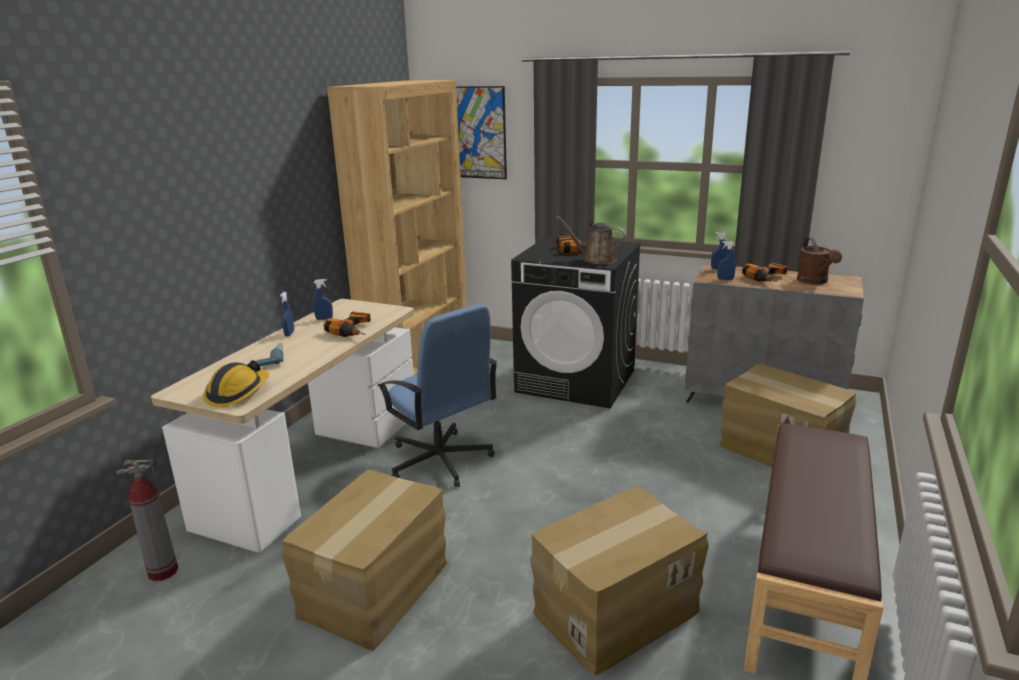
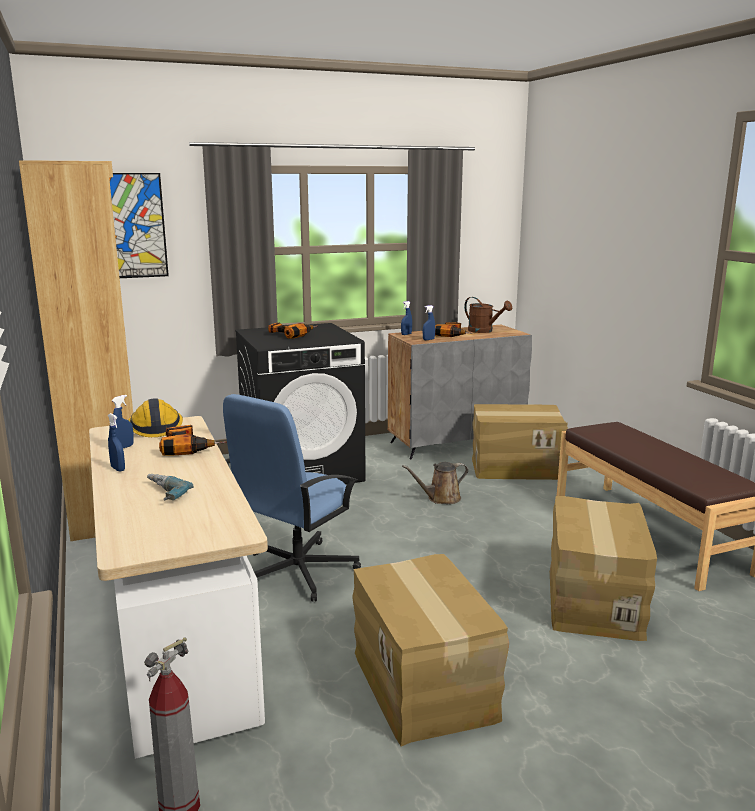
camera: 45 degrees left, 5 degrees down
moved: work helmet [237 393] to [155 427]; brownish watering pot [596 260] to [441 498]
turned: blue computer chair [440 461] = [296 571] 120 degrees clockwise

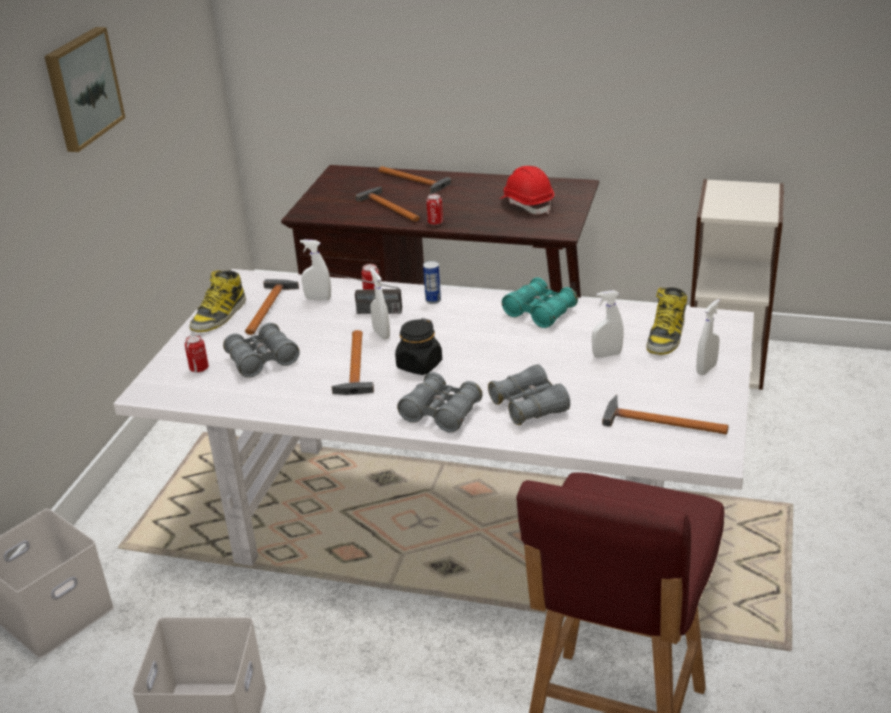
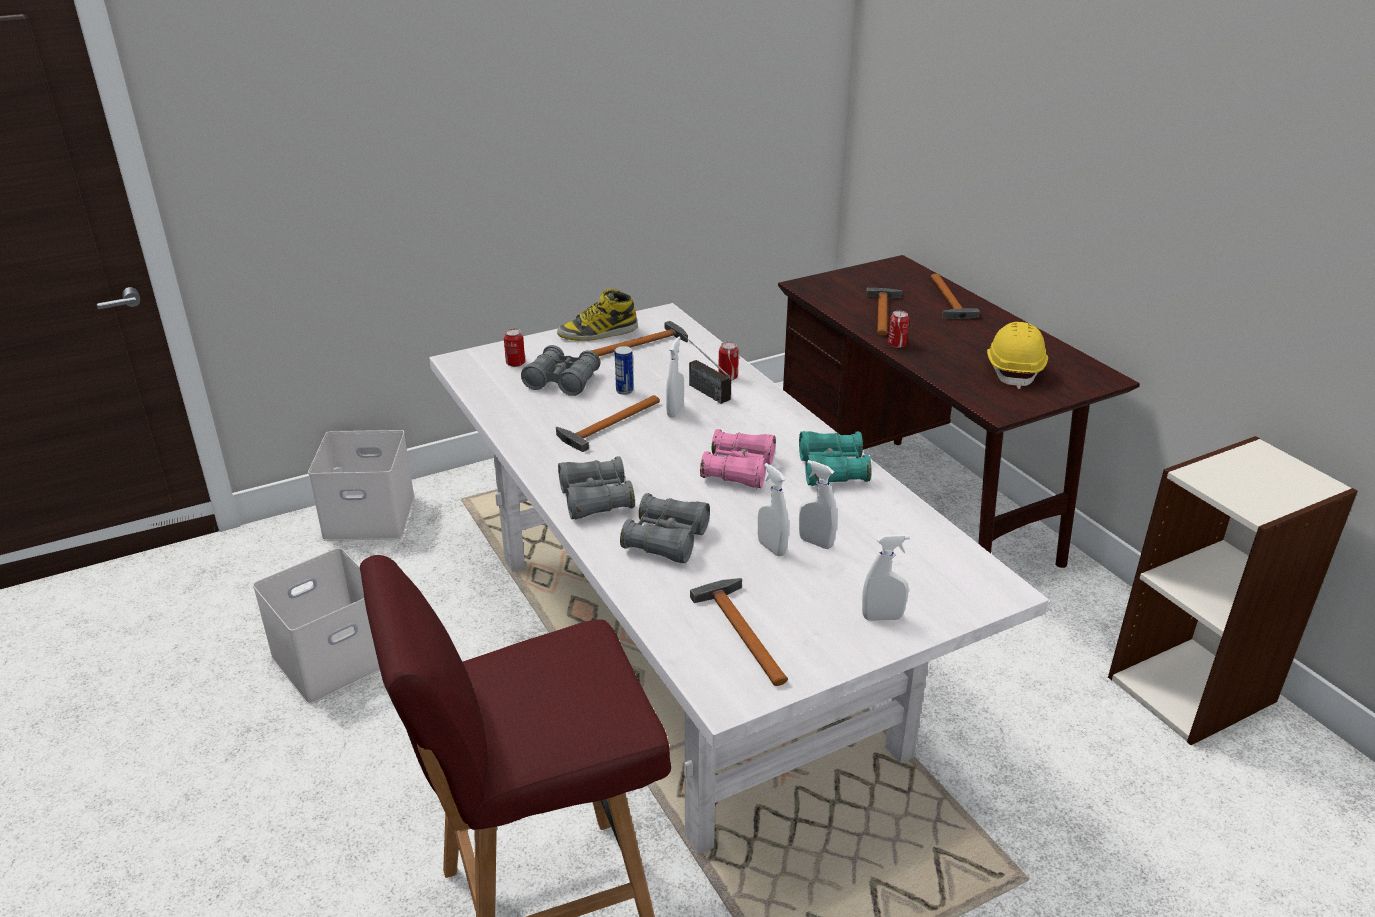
camera: 45 degrees right, 0 degrees up
removed: wall picture [81 88]; black-coloured storage jar [419 365]; tall boot [666 336]
added: pink-coloured field glasses [738 470]
moved: white-coloured sprayer [318 299] to [771 548]; sealed can [433 300] to [624 391]
recoloured: red-coloured work helmet [527 204] to yellow work helmet [1014 370]

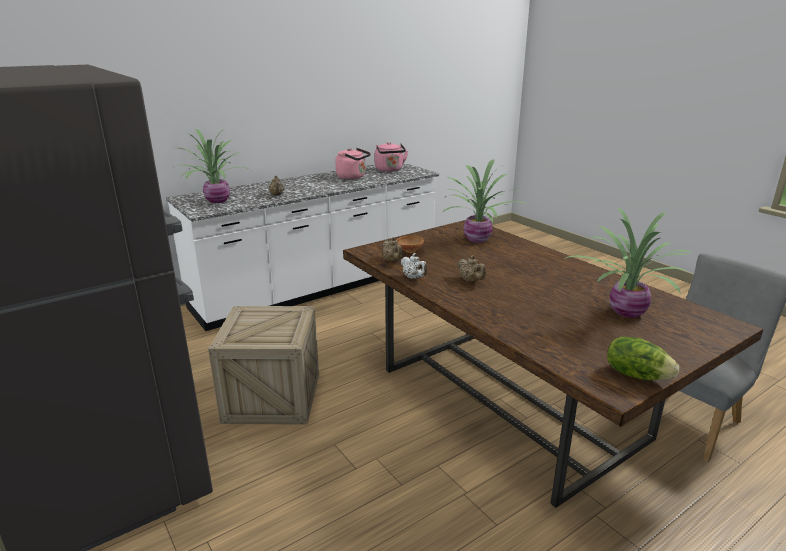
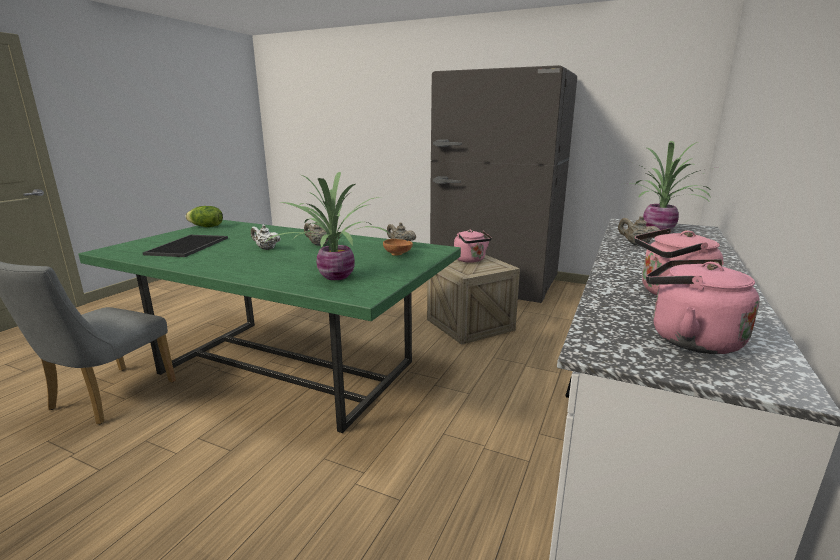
camera: 150 degrees right, 5 degrees down
added: pink-coloured water kettle [471 260]
moved: white-coloured tea pot [414 278] to [266 248]
replaced: potted plant [625 311] to tray [189 246]
recoloured: brownish dinner table [510 403] to greenish dinner table [285 367]

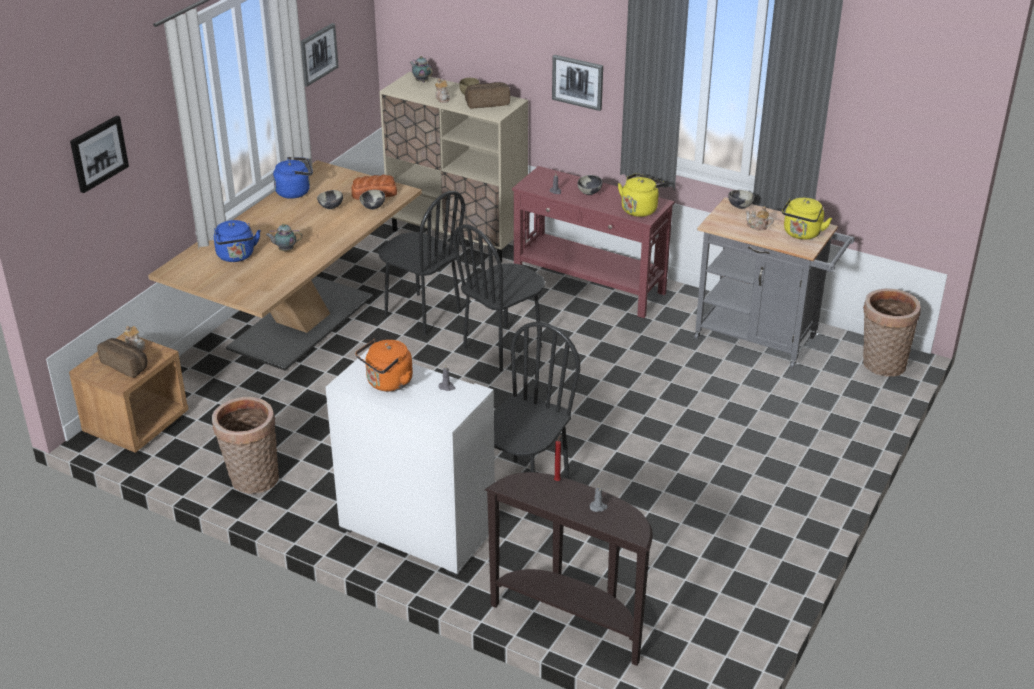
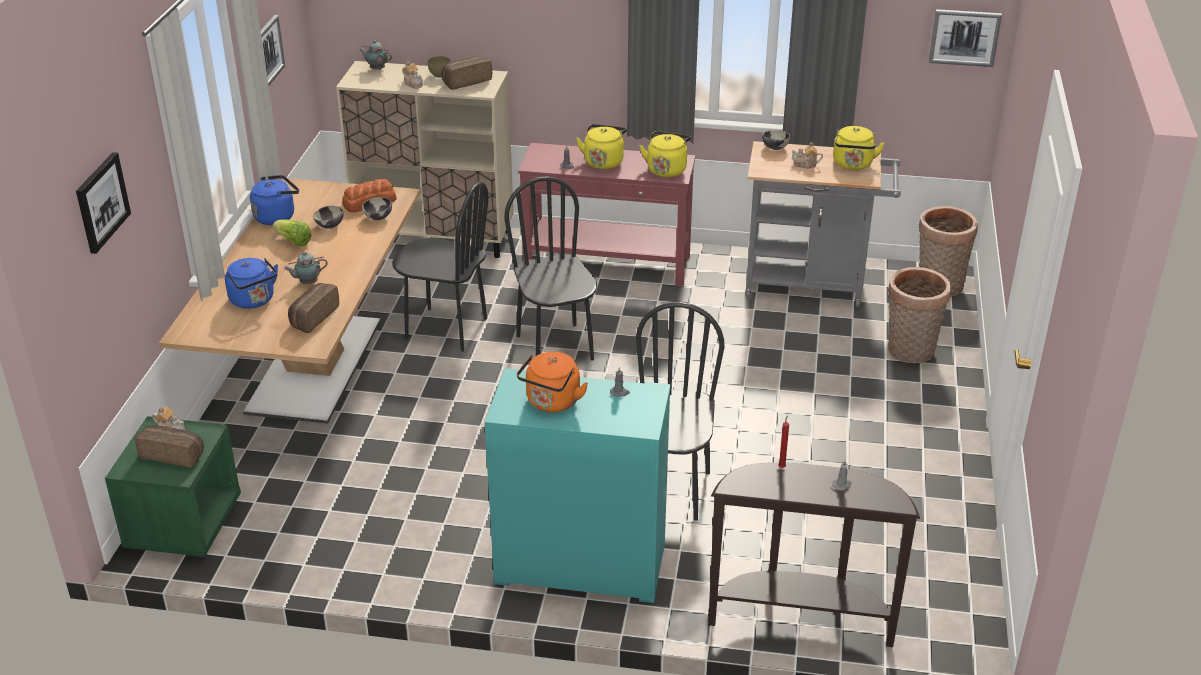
camera: 20 degrees left, 0 degrees up
added: lettuce head [293 241]; bakery bread [312 317]
moved: storage basket [252 481] to [910 352]; wall picture [578 82] to [964 37]
replaced: serving bowl [589 193] to yellow water kettle [604 161]
recoloured: brownish nightstand [136 424] to greenish nightstand [184 524]; white-coloured cupboard [415 530] to blue-green cupboard [579 565]
turned: black-coloured upright chair [502 348] = [555 347] 135 degrees clockwise

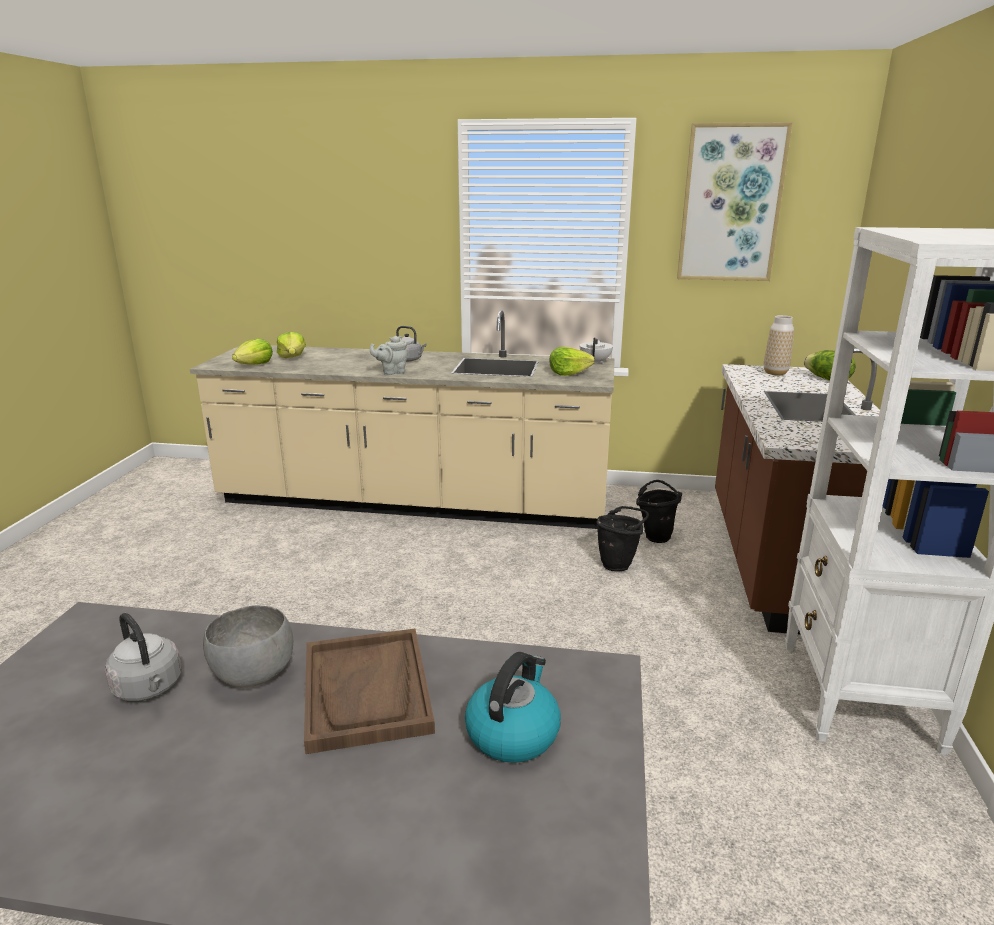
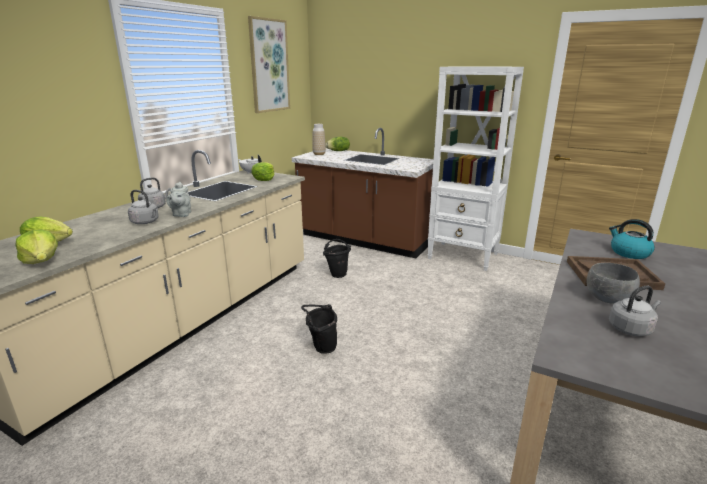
camera: 70 degrees left, 0 degrees up
added: greyish water kettle [146 222]
moved: black-coloured pail [655 536] to [321 348]

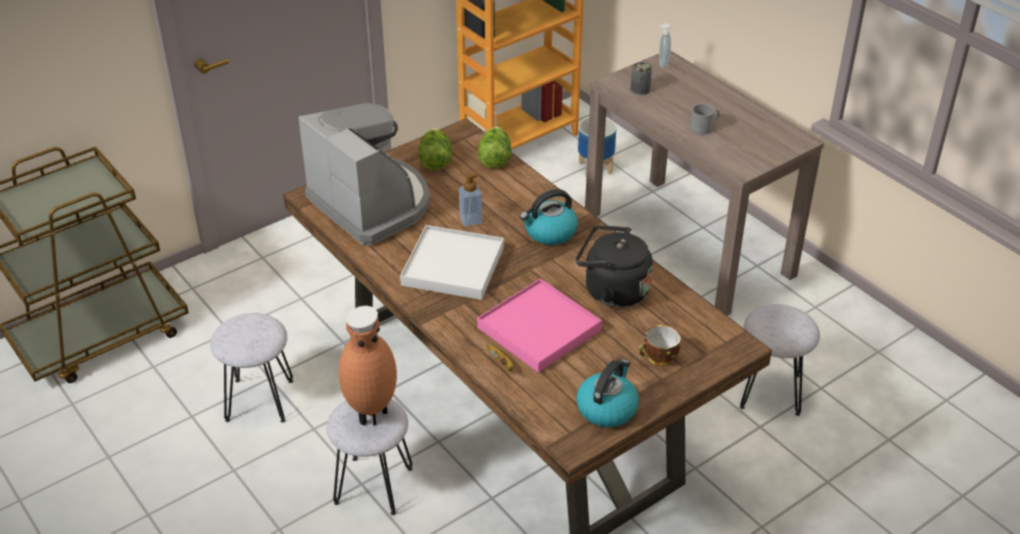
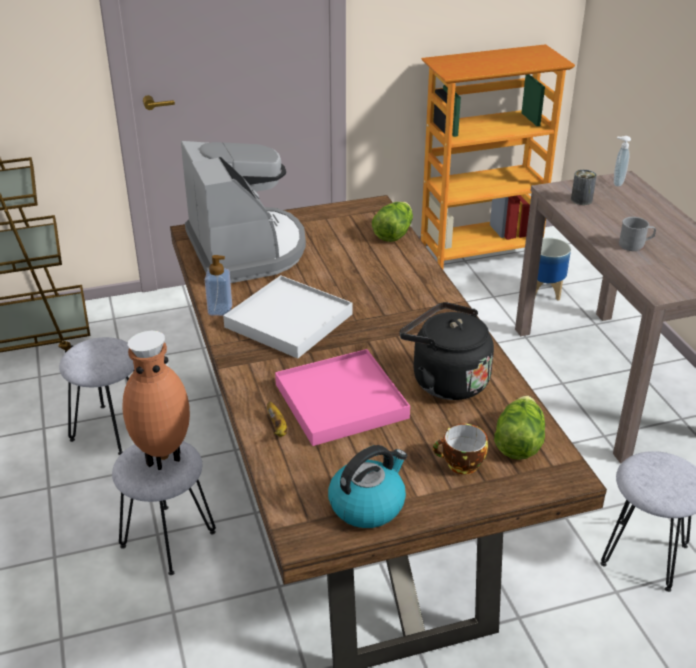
camera: 20 degrees right, 5 degrees down
removed: water kettle [549 232]
moved: lettuce head [435 160] to [518 442]; soap bottle [470 220] to [220 310]

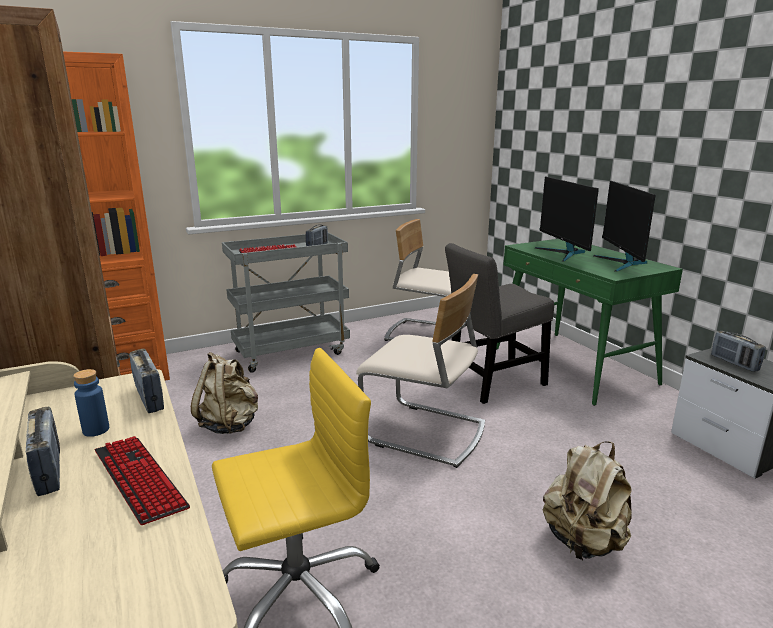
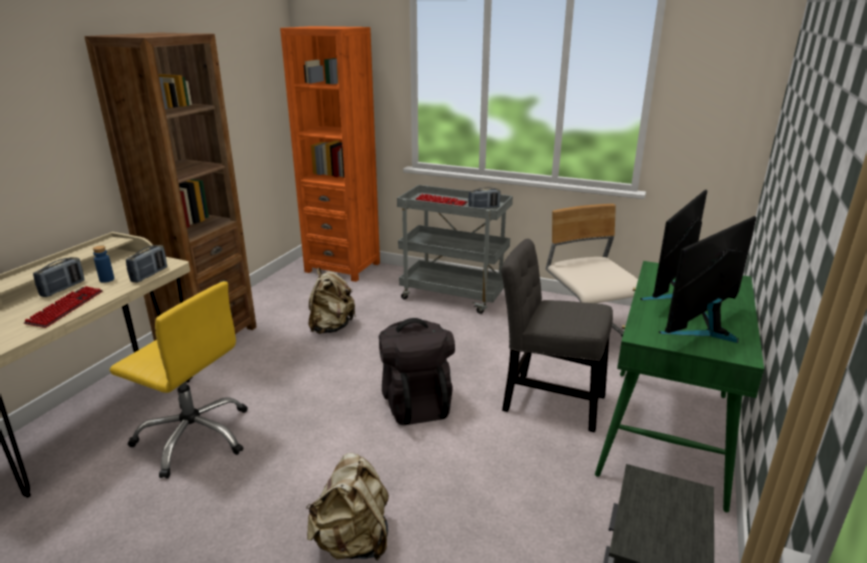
camera: 50 degrees right, 5 degrees up
removed: radio [734 363]
replaced: beige upright chair [424 433] to black-coloured backpack [416 402]

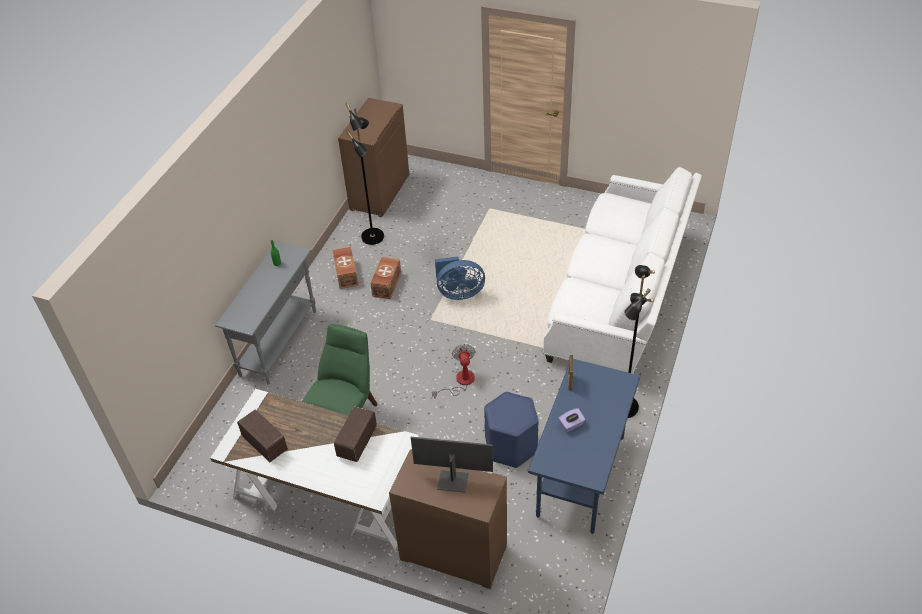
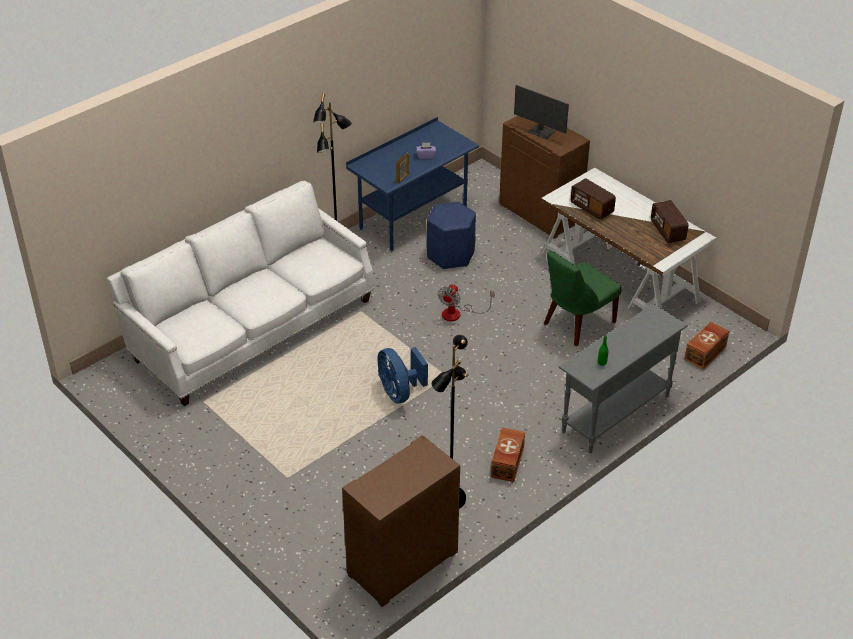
camera: 155 degrees left, 5 degrees down
moved: brownish storage container [386 284] to [706 353]
turned: radio [357 442] = [591 208] 90 degrees clockwise; blue cooling fan [459 293] = [399 392] 135 degrees counterclockwise

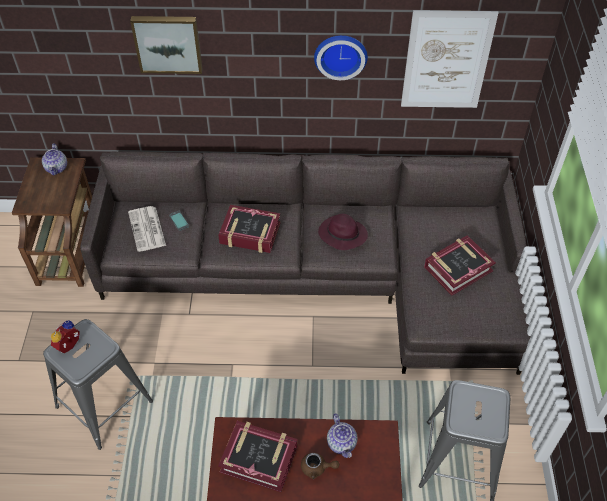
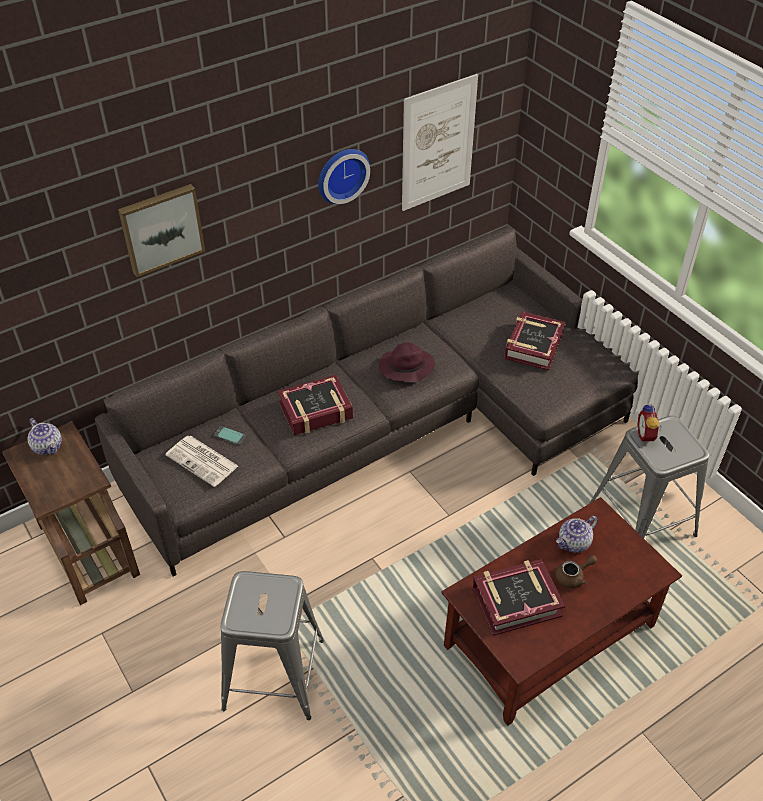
camera: 35 degrees left, 5 degrees down
moved: alarm clock [70 346] to [647 436]
turned: tea pot [342 443] = [574 543] 105 degrees clockwise

